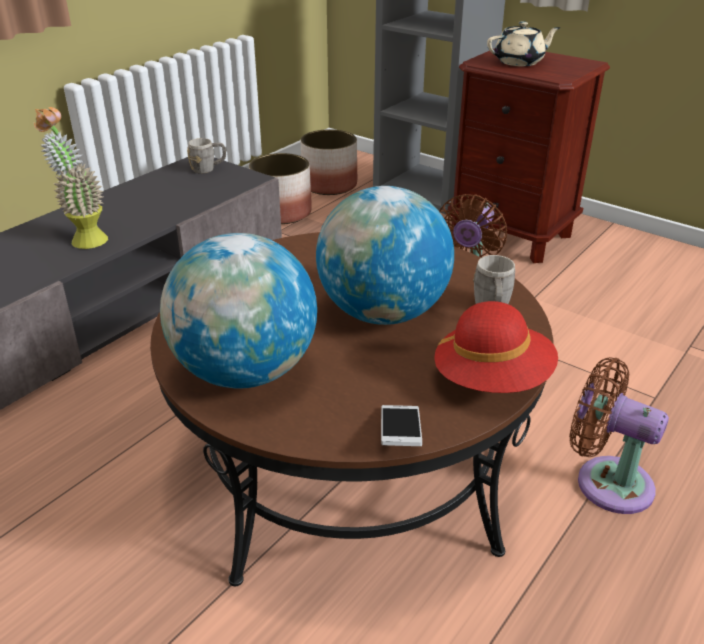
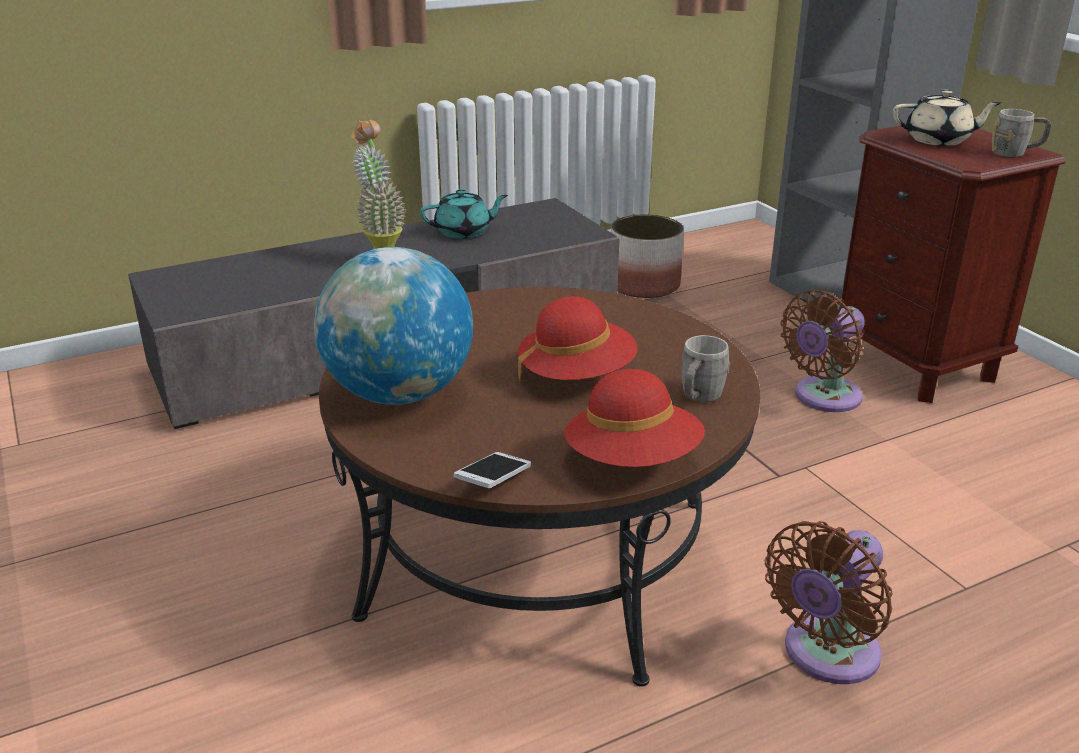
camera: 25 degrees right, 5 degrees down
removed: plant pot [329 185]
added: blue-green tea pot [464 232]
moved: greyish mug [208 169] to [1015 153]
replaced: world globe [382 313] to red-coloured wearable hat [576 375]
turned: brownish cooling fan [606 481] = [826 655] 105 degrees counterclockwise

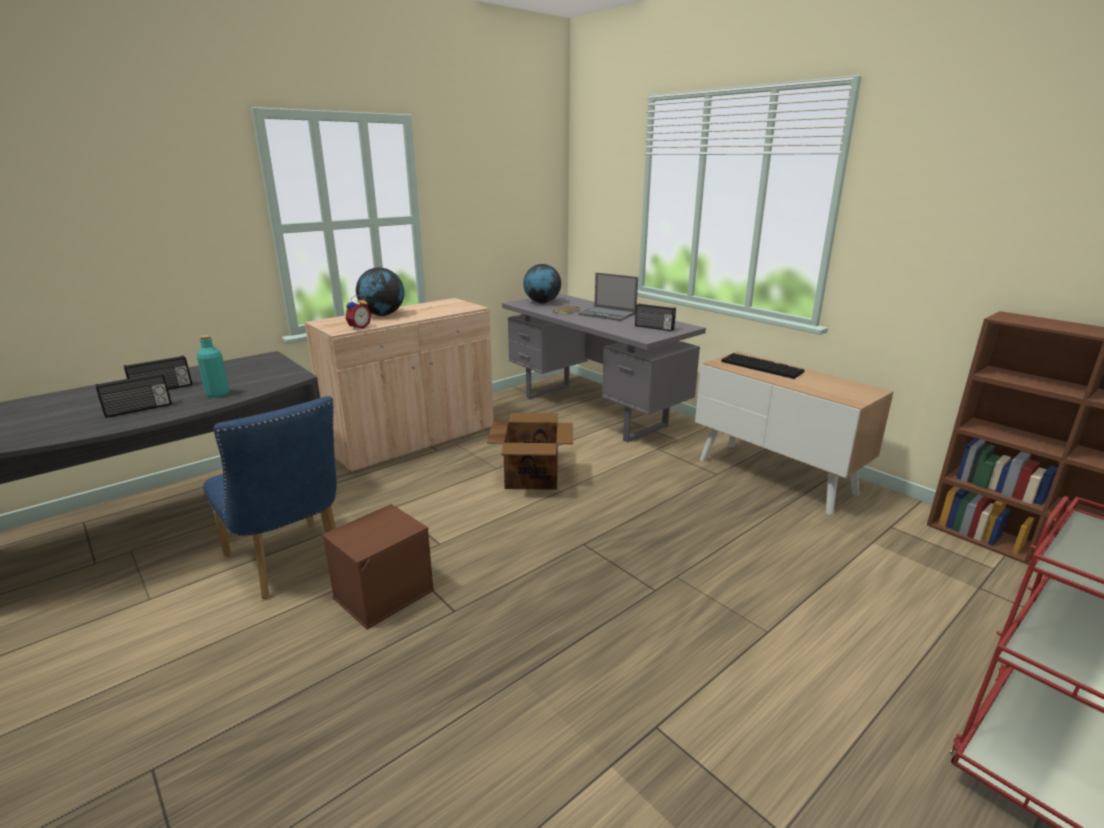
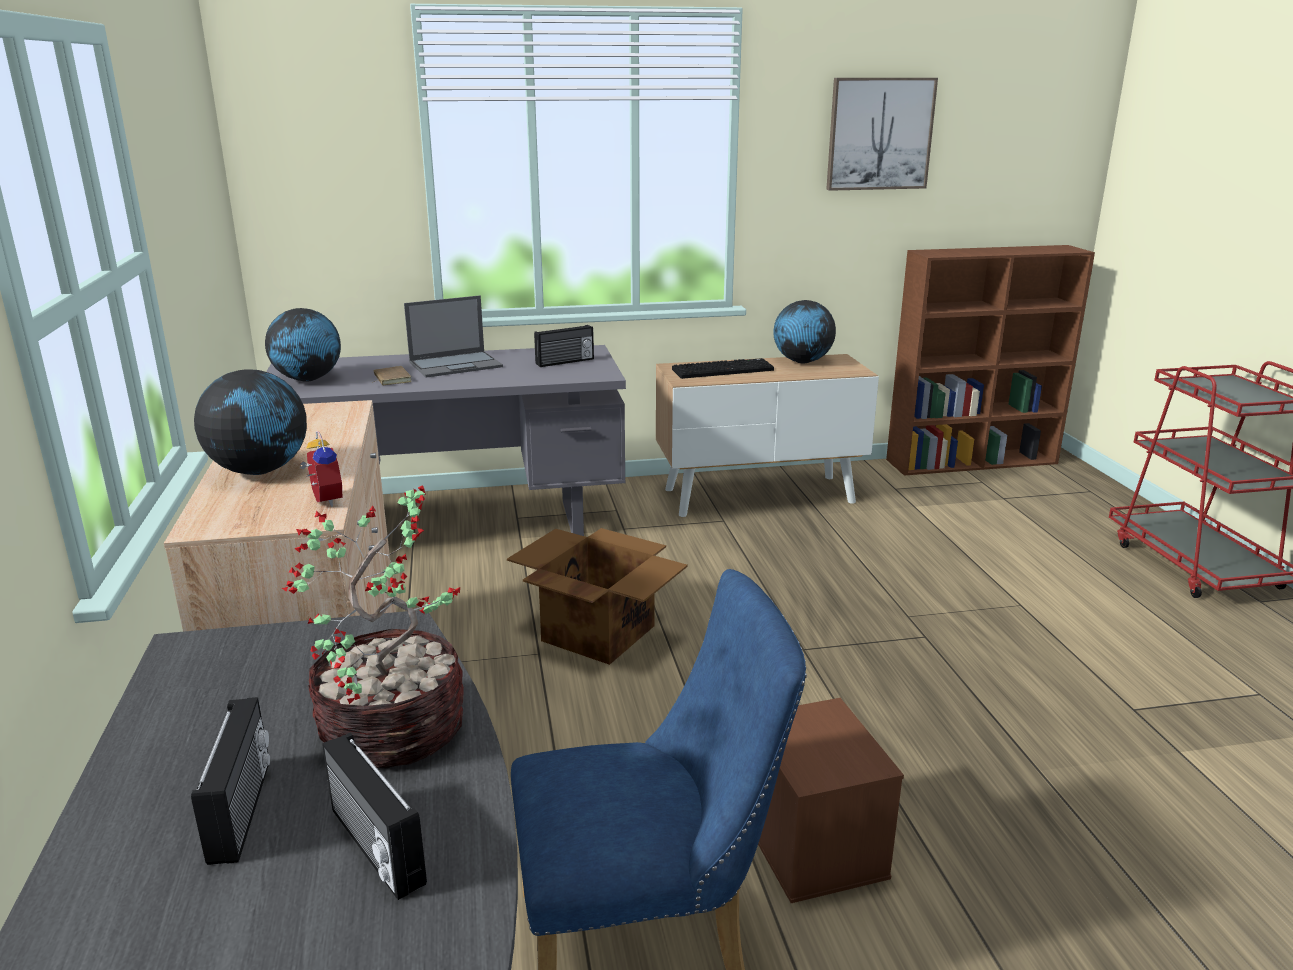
camera: 60 degrees left, 0 degrees up
added: world globe [802 361]; wall picture [879 134]
replaced: blue-green drink bottle [218 394] to potted plant [396 727]
turned: radio [138 409] = [374 848] 150 degrees clockwise

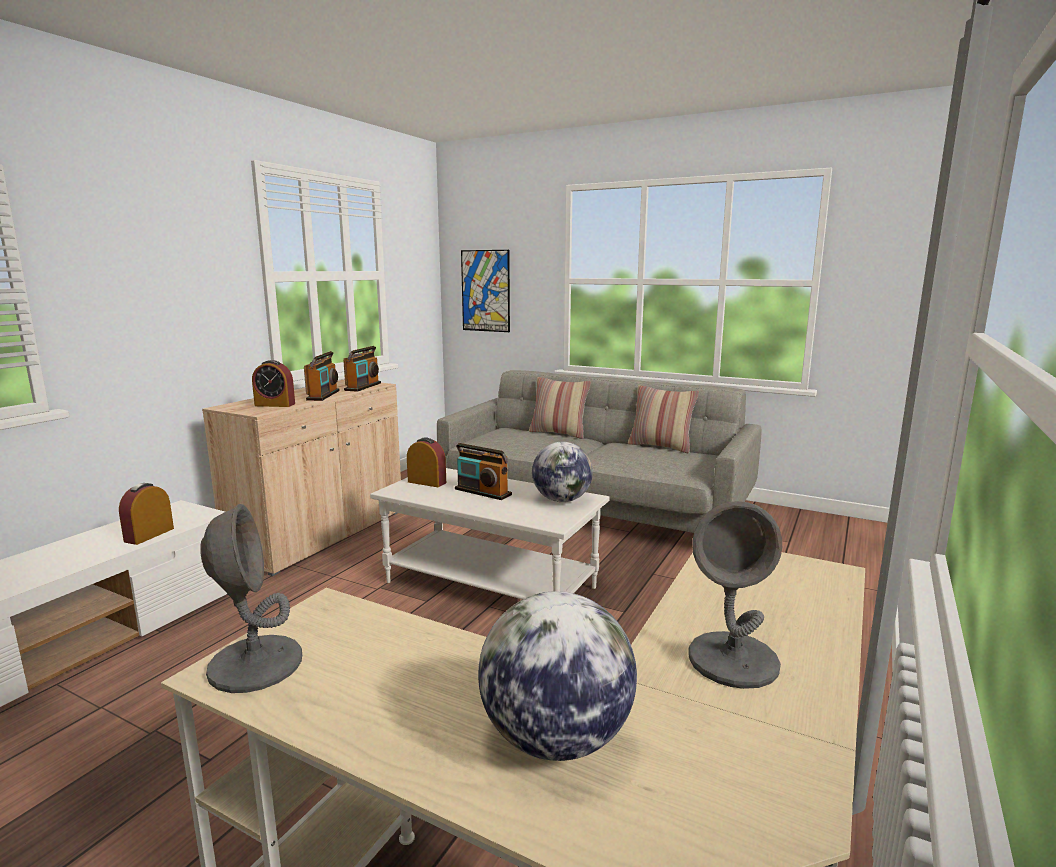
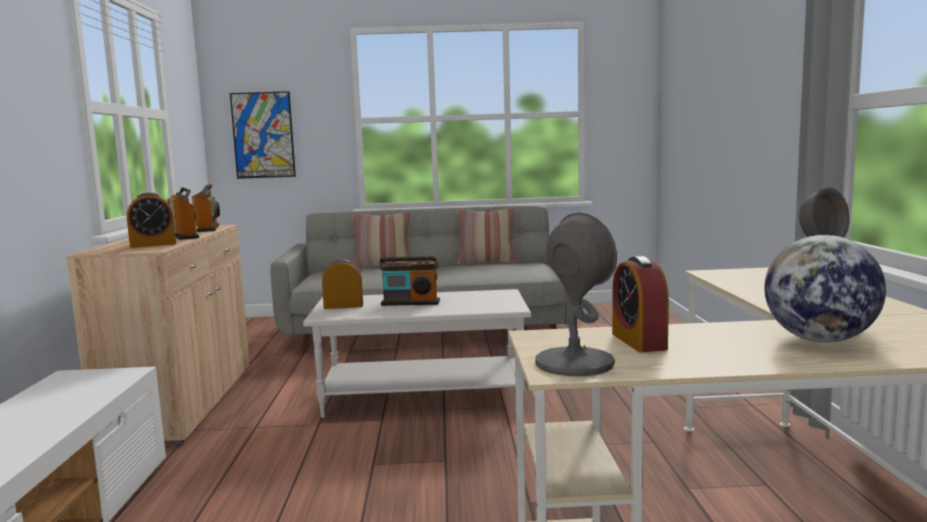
camera: 30 degrees left, 5 degrees down
removed: world globe [561 500]
moved: alarm clock [149 535] to [638 341]

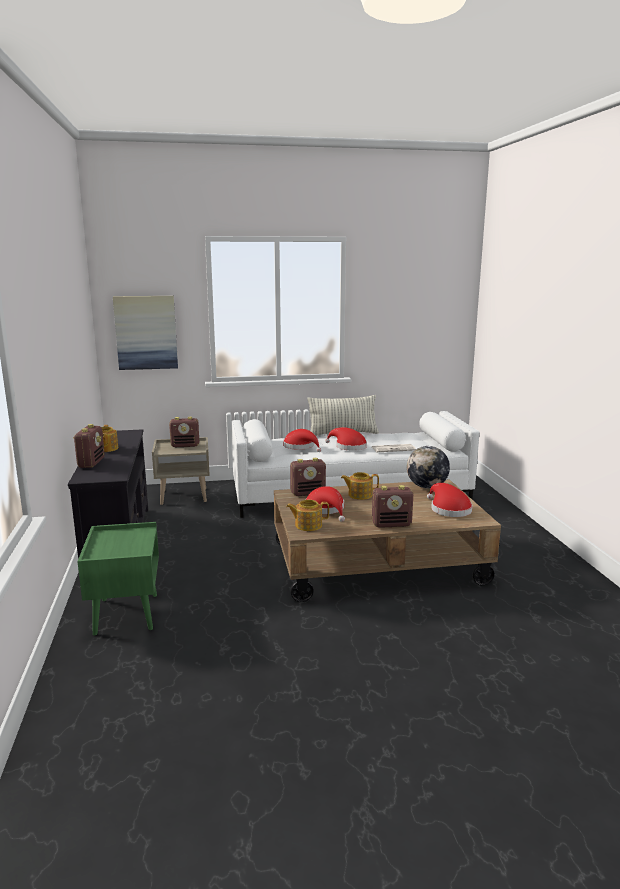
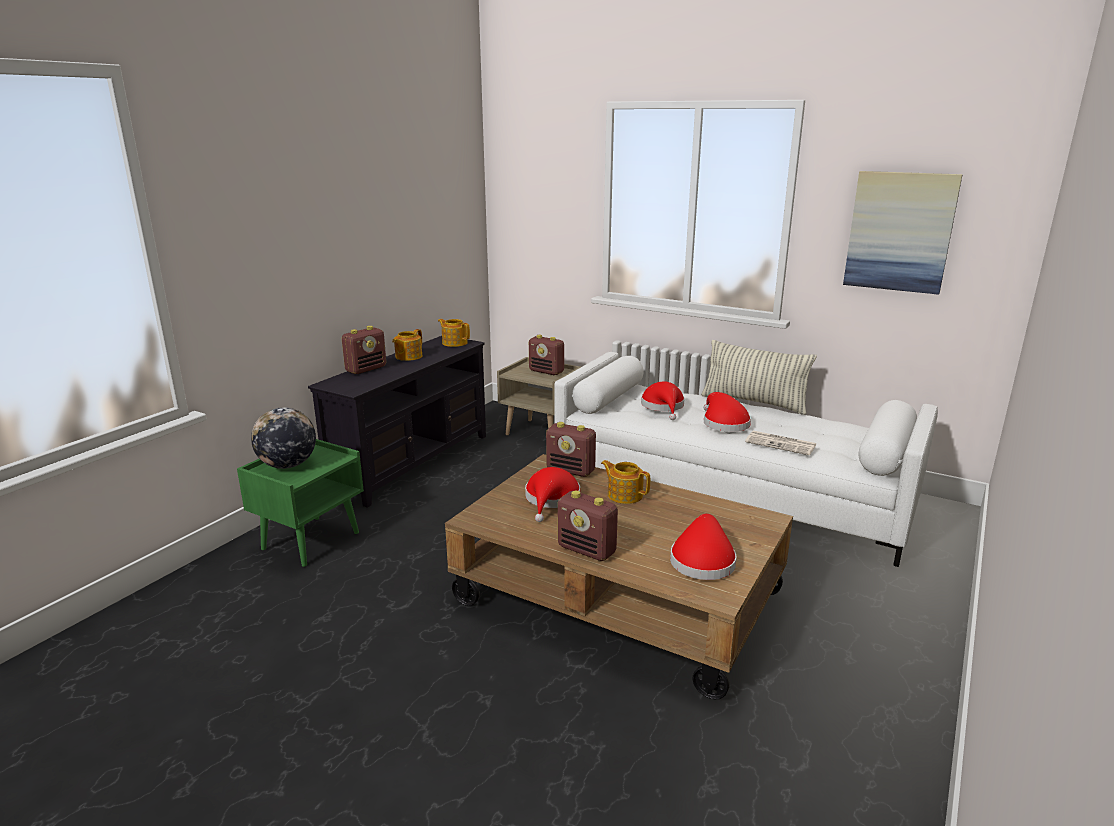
camera: 40 degrees right, 5 degrees up
moved: wall picture [146 332] to [900 232]; tea pot [307 525] to [454 343]; world globe [427 487] to [287 465]

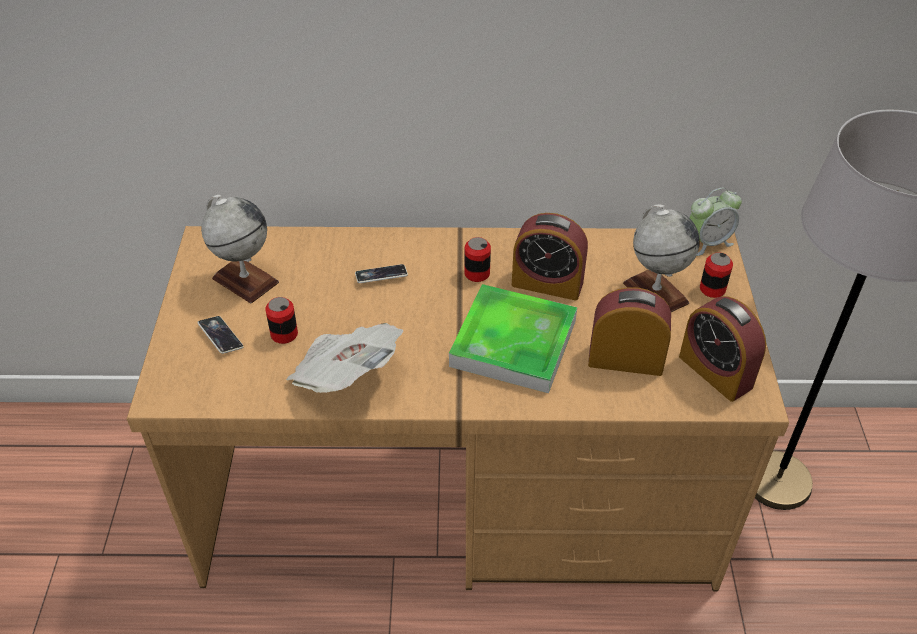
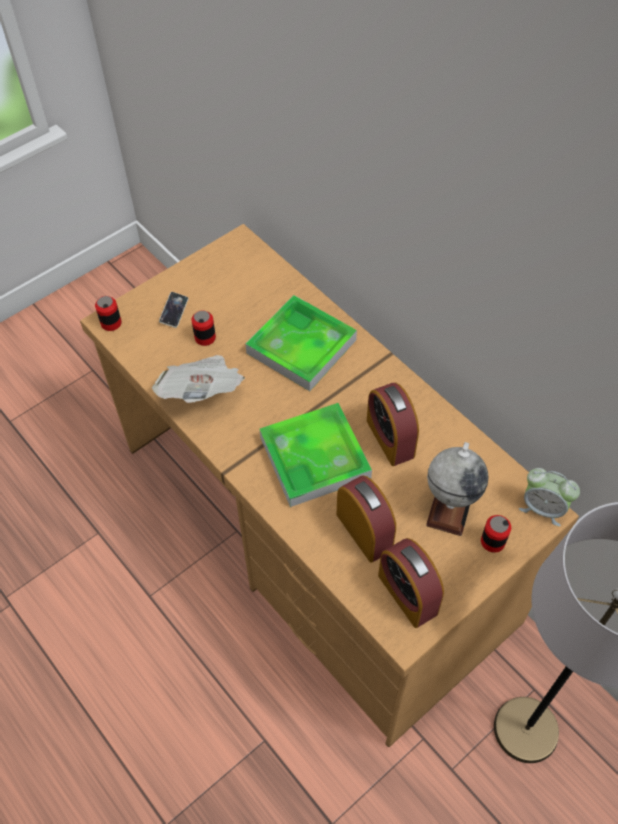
camera: 50 degrees right, 10 degrees up
removed: world globe [245 280]
moved: sealed can [477 273] to [111 323]
replaced: telephone [381 276] to tray [301 346]
turned: alarm clock [715 371] = [407 594] 45 degrees counterclockwise

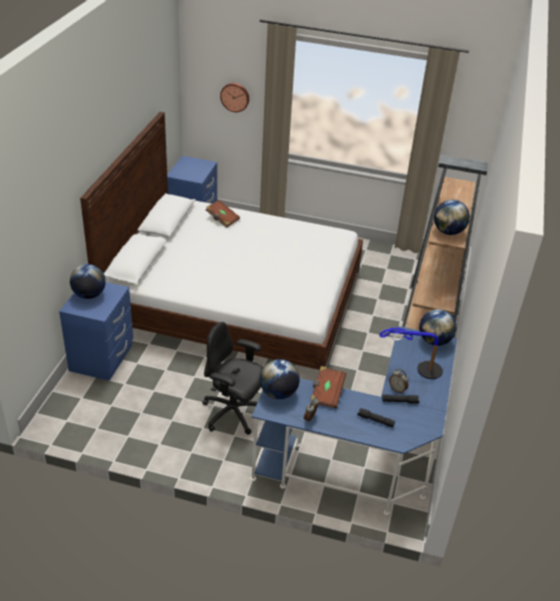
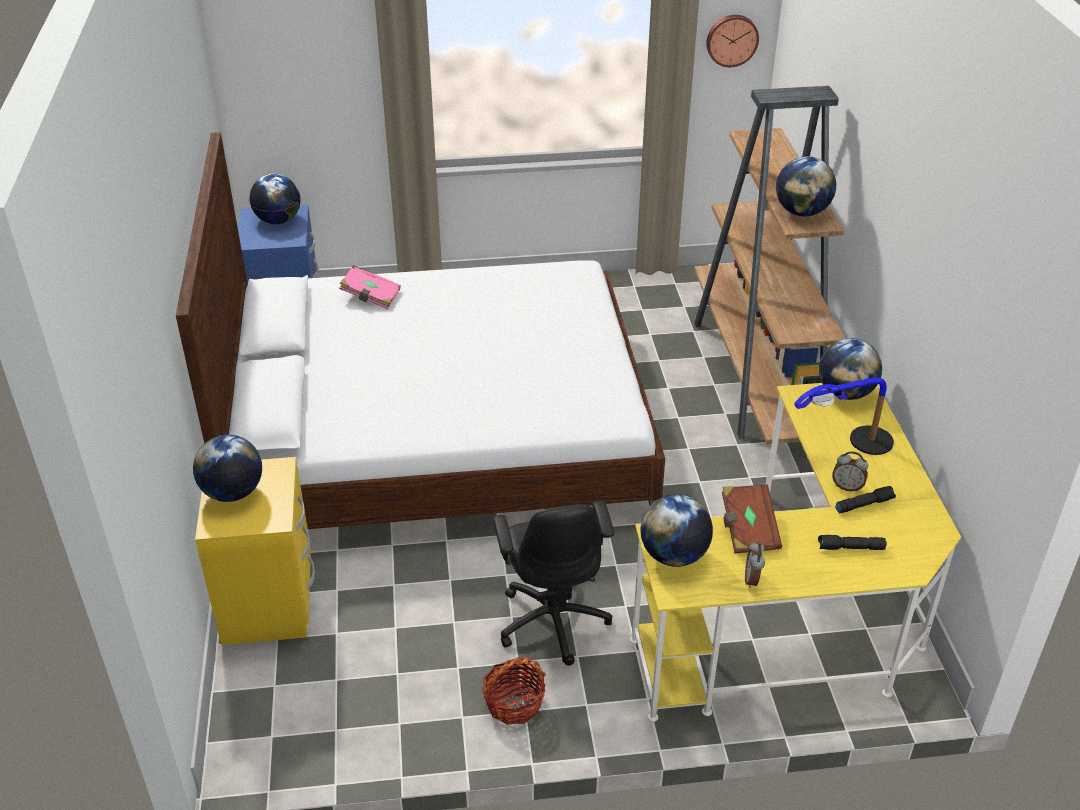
camera: 20 degrees left, 0 degrees up
added: world globe [278 220]; storage basket [514 703]
moved: hanging clock [235 97] to [731 40]
recoloured: blue nightstand [102 358] to yellow nightstand [269 601]; brownish book [222 219] to pink-coloured book [371 297]; blue desk unit [365 455] to yellow desk unit [799 614]
turned: black-coloured computer chair [233 413] = [553 620] 105 degrees counterclockwise

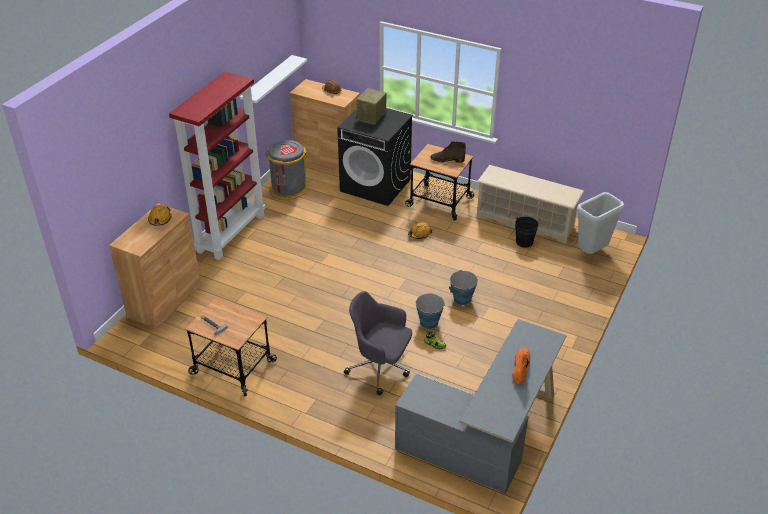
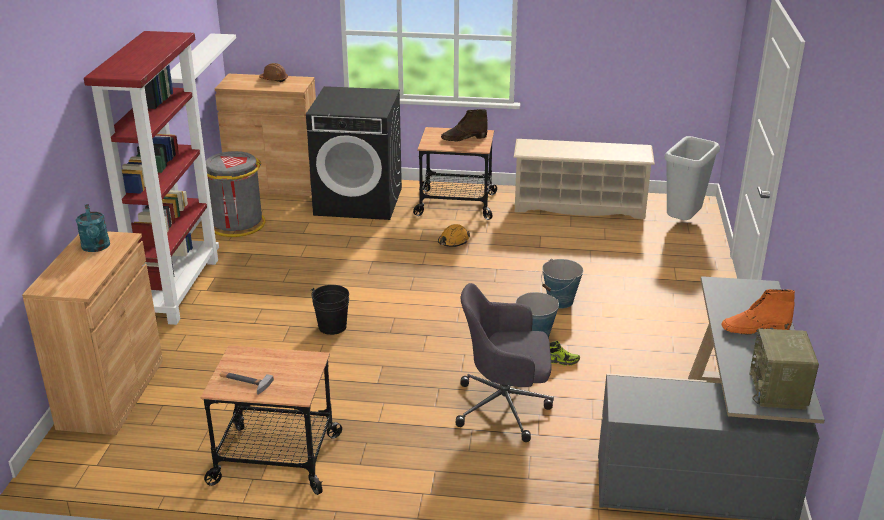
camera: 20 degrees left, 10 degrees down
moved: radio [371 117] to [778 391]; black-coloured pail [524 242] to [332 326]
replaced: orange-coloured work helmet [160 219] to blue-green watering pot [96 248]
turned: orange-coloured tall boot [521 367] = [754 329] 90 degrees counterclockwise

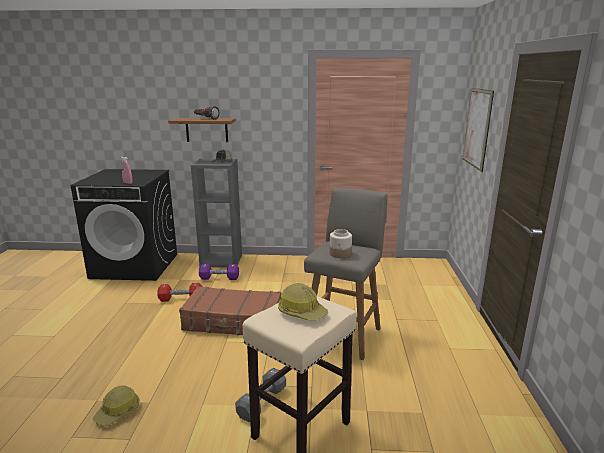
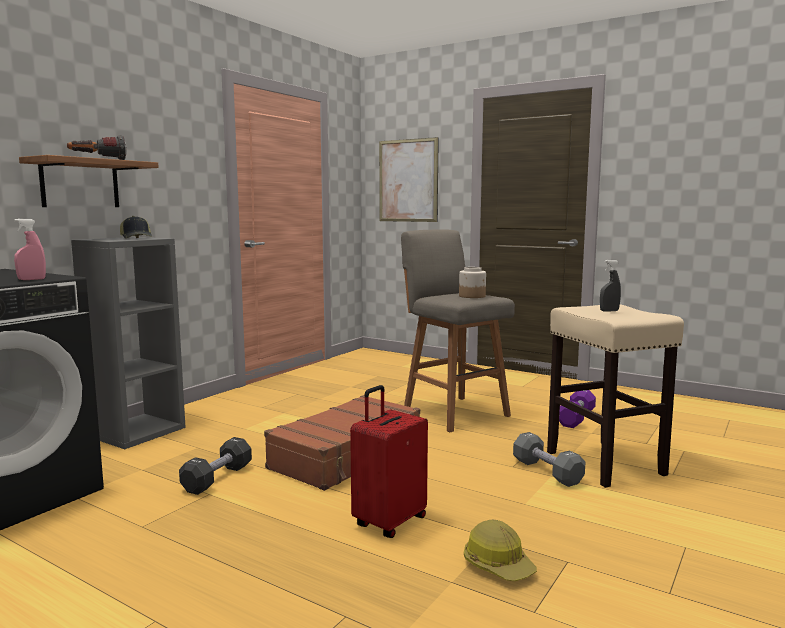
camera: 60 degrees left, 10 degrees down
added: red-coloured travel case [389 522]
moved: purplish hand weight [219 278] to [576 419]
replaced: work helmet [301 312] to greyish sprayer [609 311]
recoloured: red-coloured hand weight [181 299] to black-coloured hand weight [217 478]

